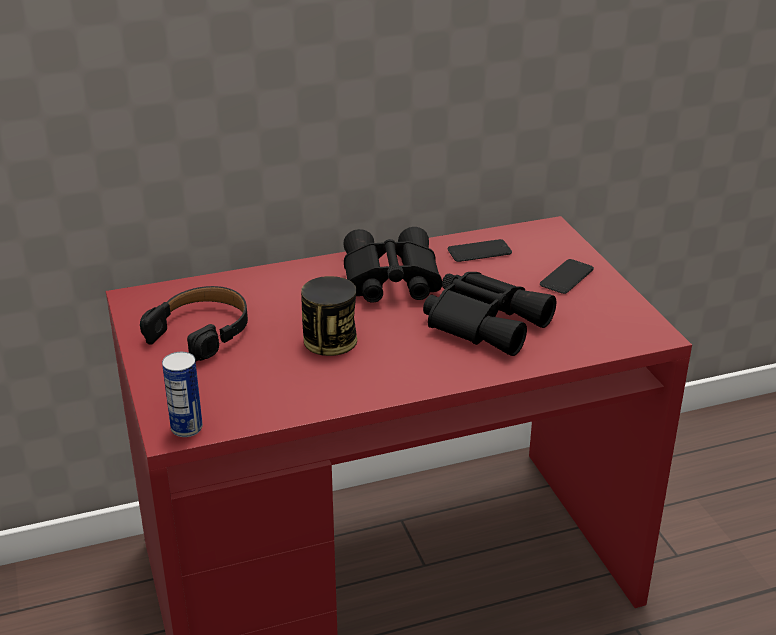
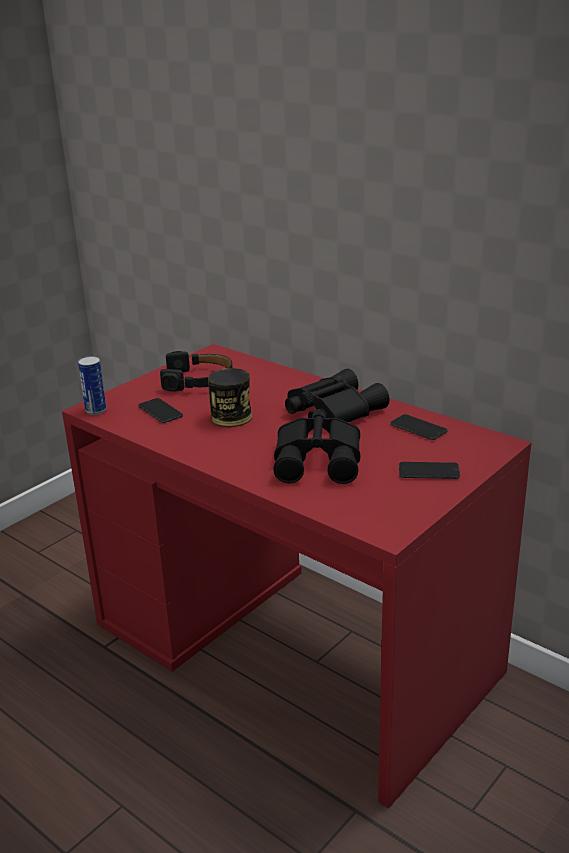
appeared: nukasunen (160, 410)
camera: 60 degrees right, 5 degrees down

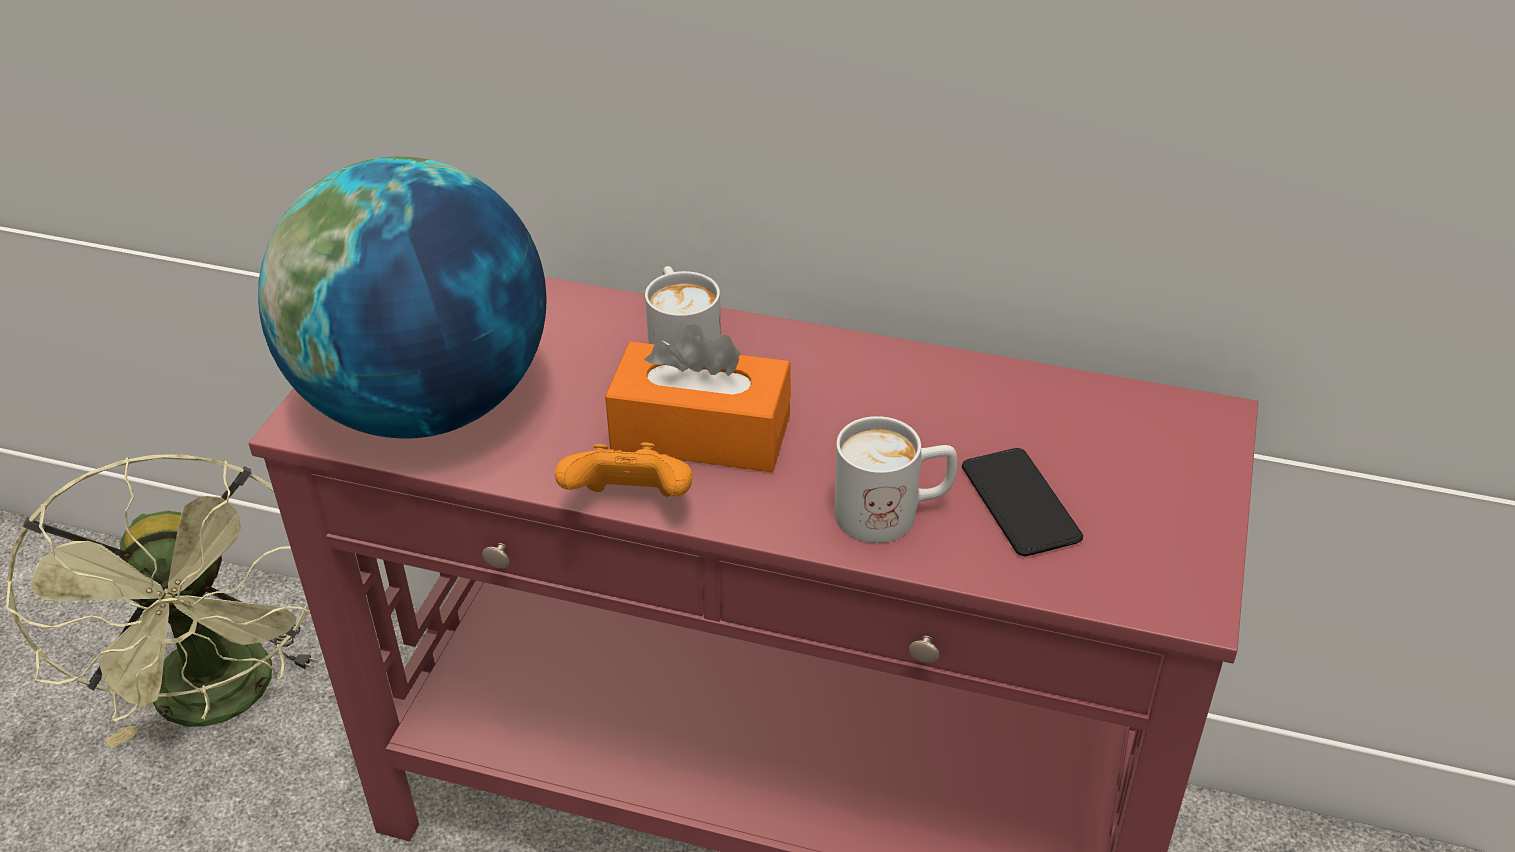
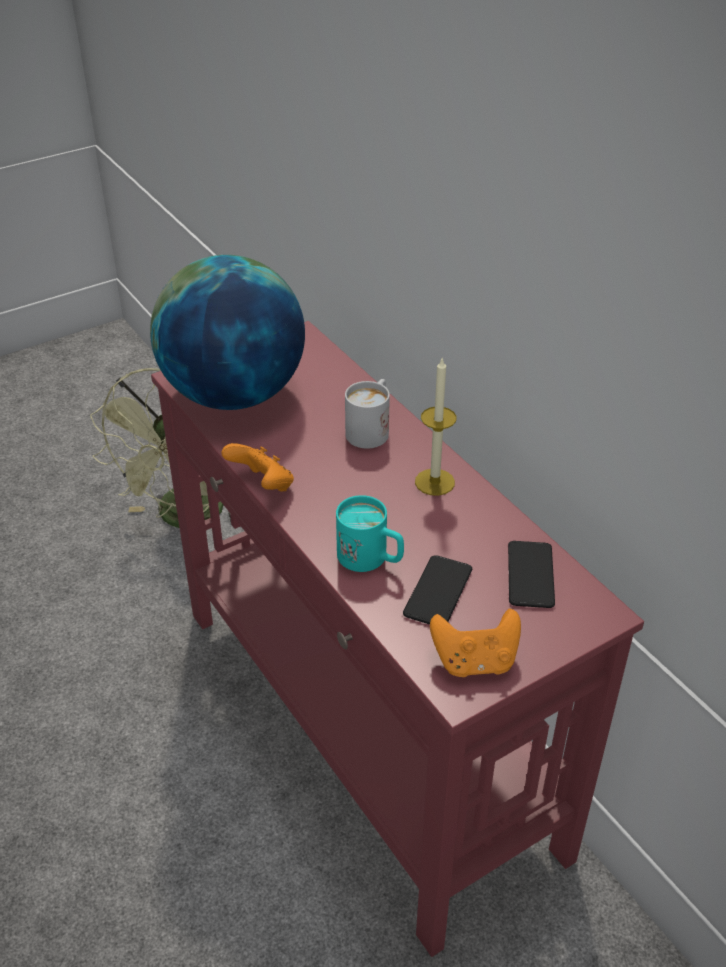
missing: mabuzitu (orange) (698, 398)
appeared: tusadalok (436, 427); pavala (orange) (475, 643); nukasunen (531, 574)
colour: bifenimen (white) (895, 479) to bifenimen (turquoise) (370, 533)
camera: 40 degrees right, 0 degrees up

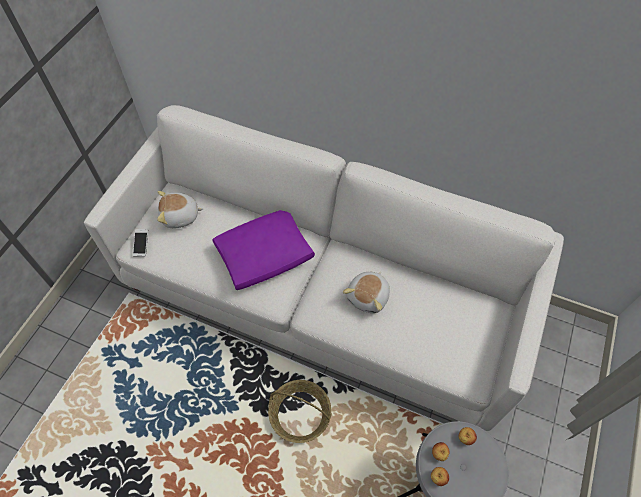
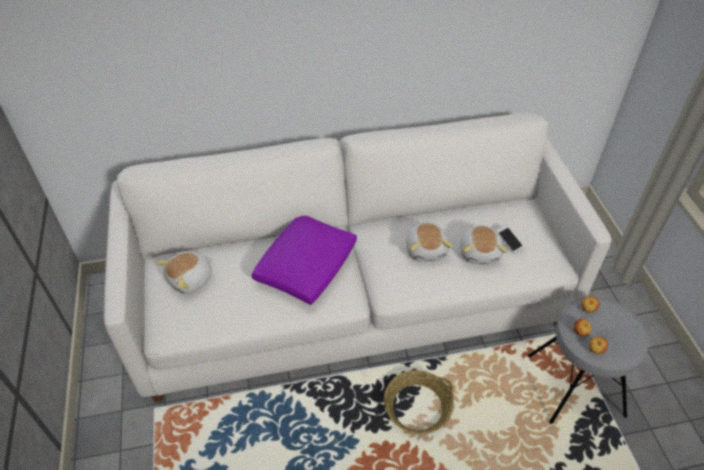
appeared: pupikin (483, 244)
relocated: nukasunen (140, 242) to (510, 239)
camera: 35 degrees left, 10 degrees down

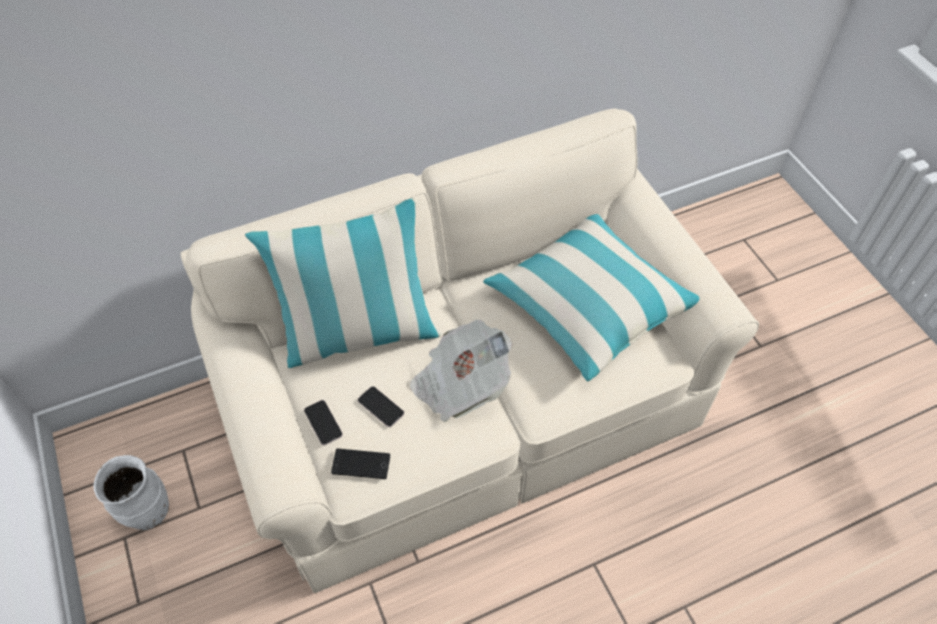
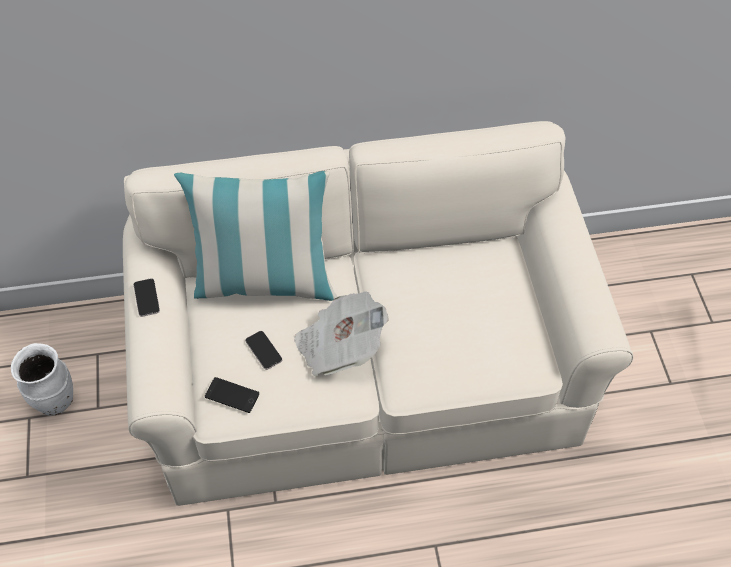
missing: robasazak (591, 298)
relocated: nukasunen (323, 422) to (147, 297)
camera: 15 degrees right, 0 degrees up

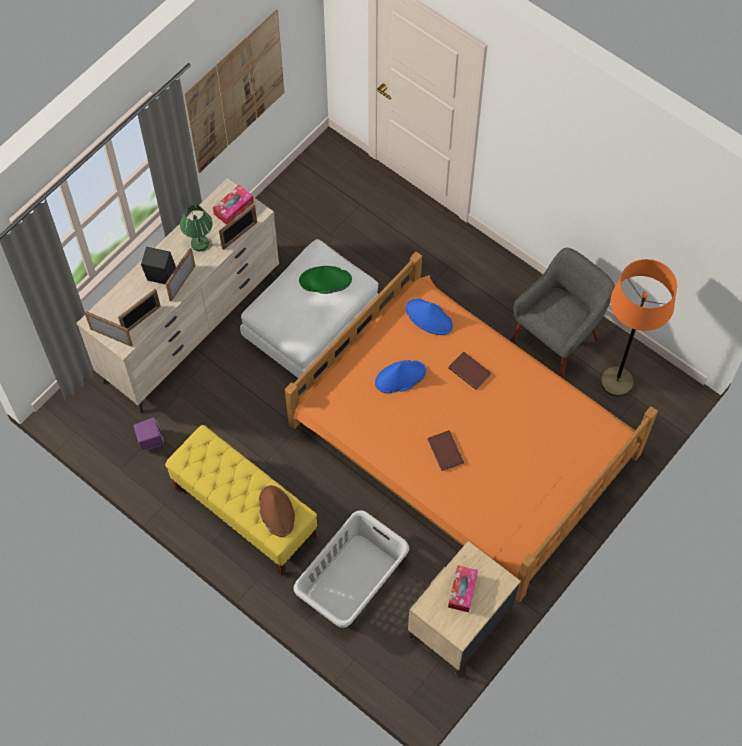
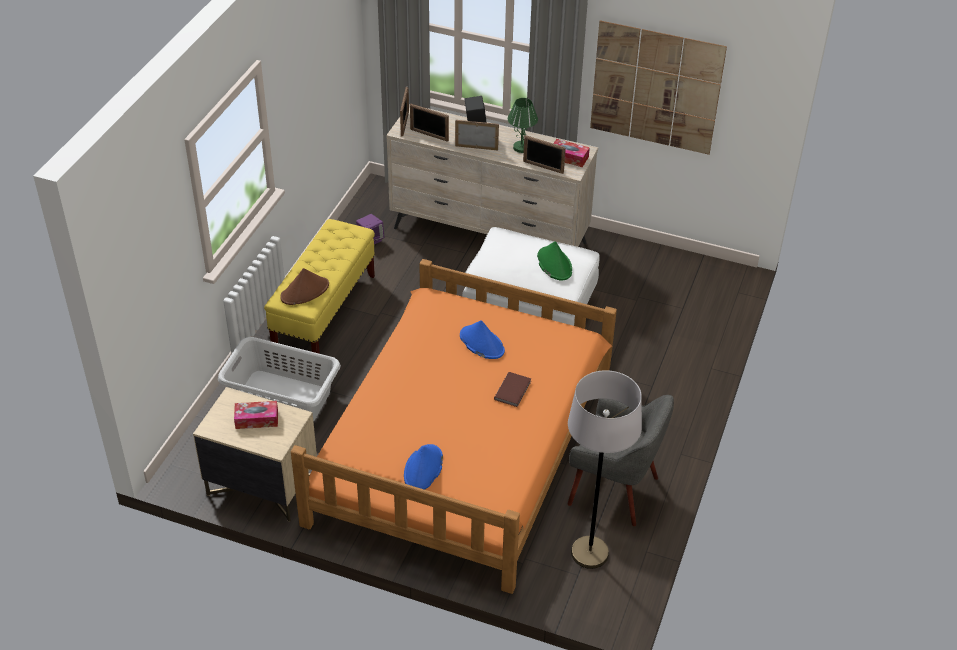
missing: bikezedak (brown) (446, 450)
relocated: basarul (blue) (429, 316) to (423, 467)
colour: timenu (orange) (639, 328) to timenu (grey) (605, 469)
camera: 70 degrees right, 20 degrees down

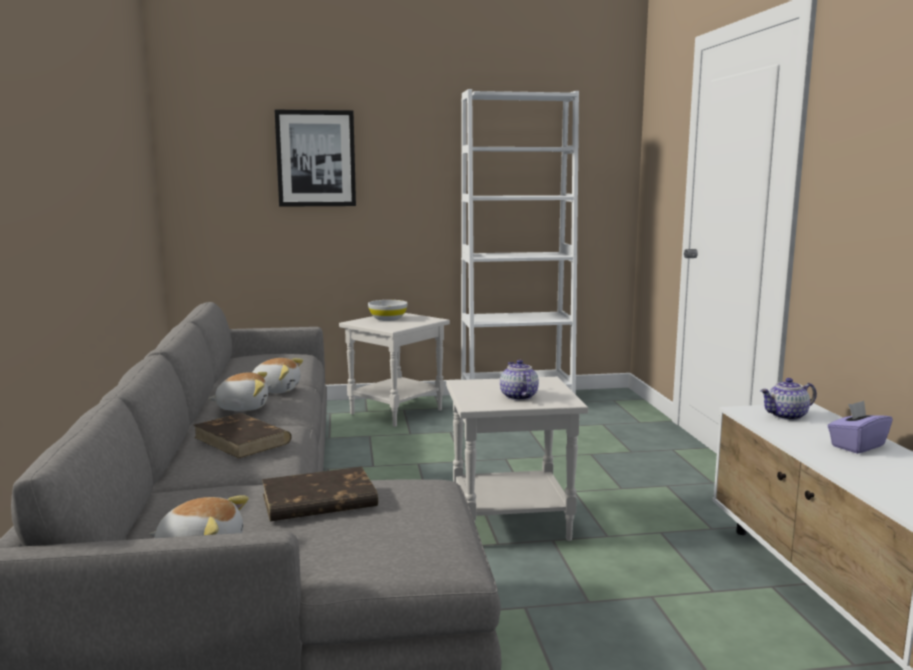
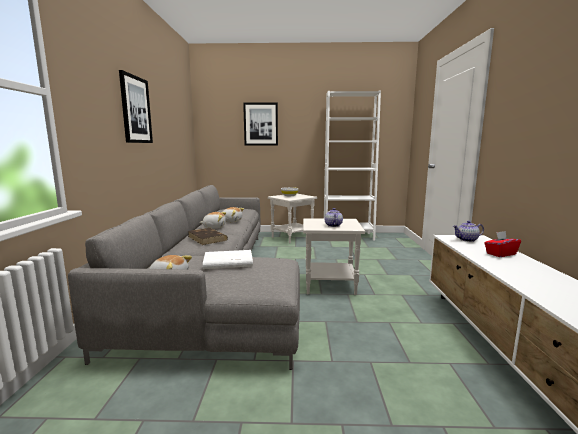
appeared: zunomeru (136, 106)
colour: bikezedak (brown) (320, 494) to bikezedak (white) (228, 259); mabuzitu (purple) (860, 427) to mabuzitu (red) (502, 244)
camera: 10 degrees right, 0 degrees up

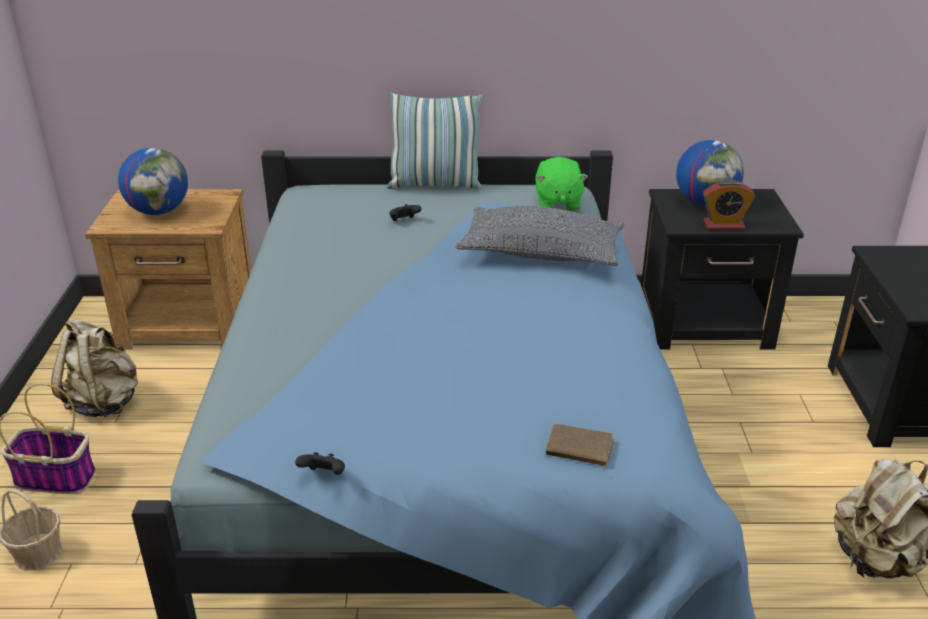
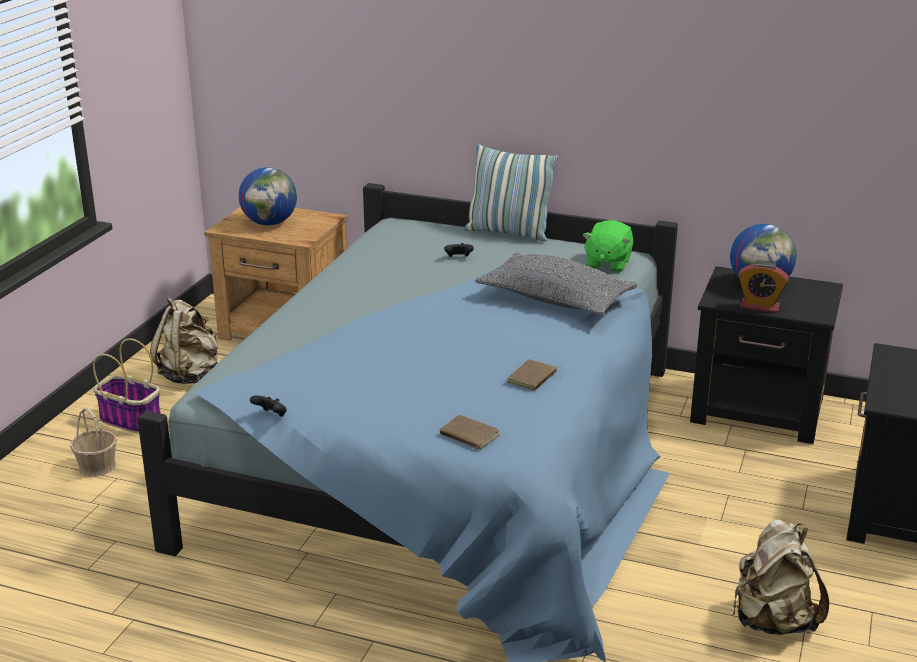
appeared: bikezedak (brown) (536, 375)
camera: 20 degrees right, 5 degrees down

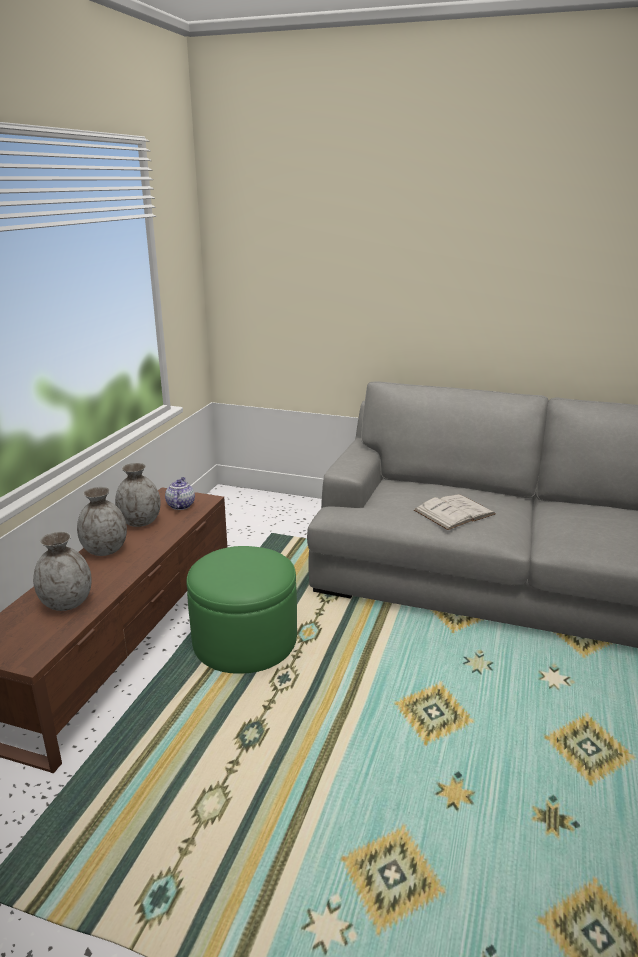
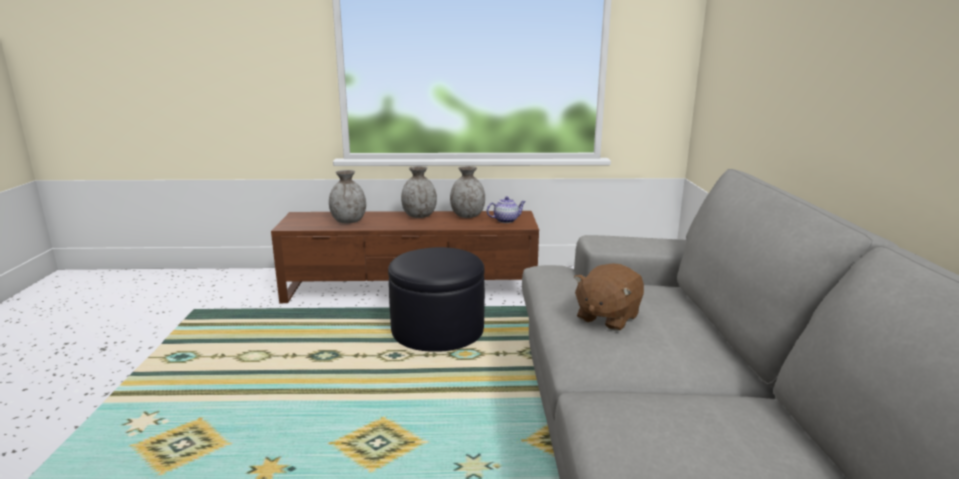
exchanged: bikezedak (white) (455, 512) to pupikin (brown) (609, 297)
colour: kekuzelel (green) (241, 610) to kekuzelel (black) (436, 299)
camera: 70 degrees right, 5 degrees down

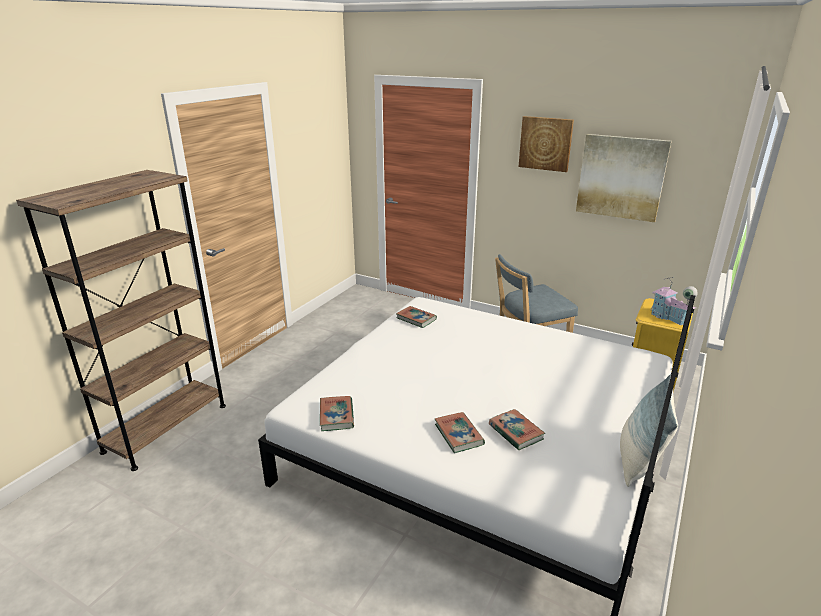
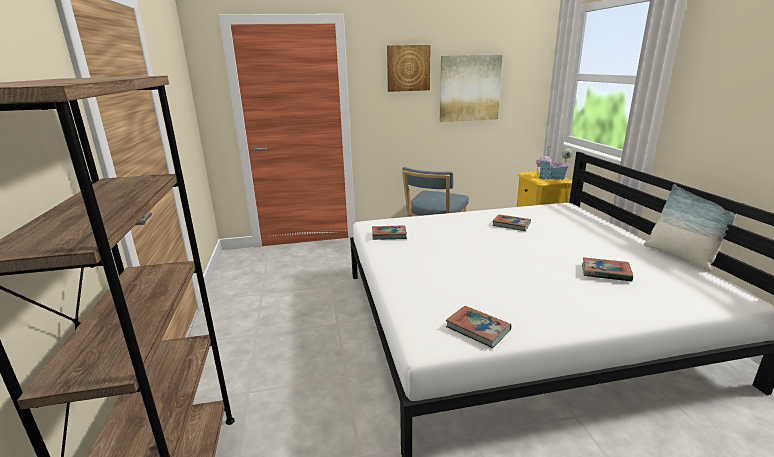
relocated: bikezedak (460, 432) to (512, 222)
camera: 40 degrees left, 5 degrees down

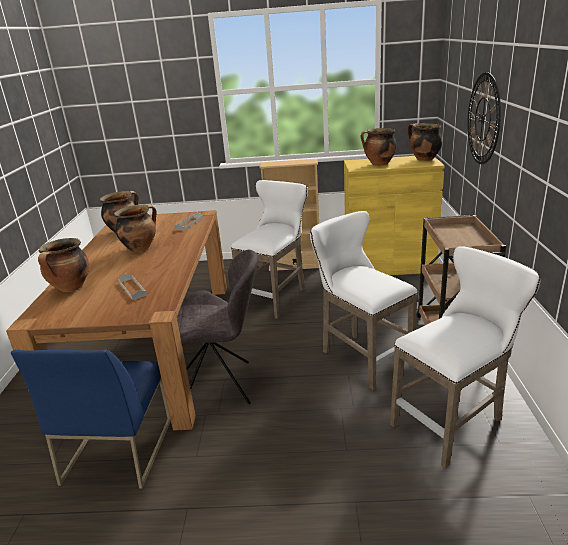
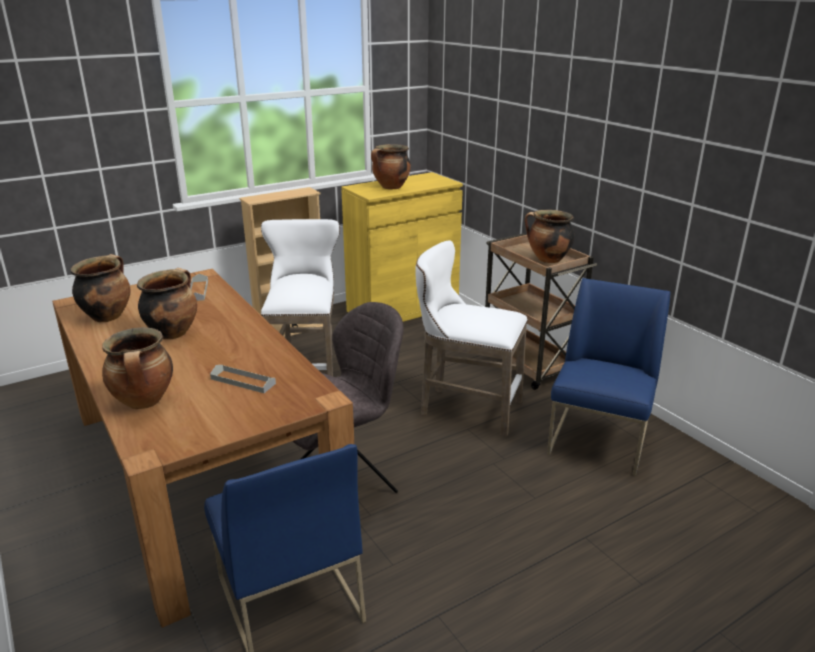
missing: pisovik (484, 118)
relocated: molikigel (425, 142) to (549, 236)
exchanged: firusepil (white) (465, 357) to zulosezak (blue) (608, 377)
camera: 35 degrees left, 0 degrees up

